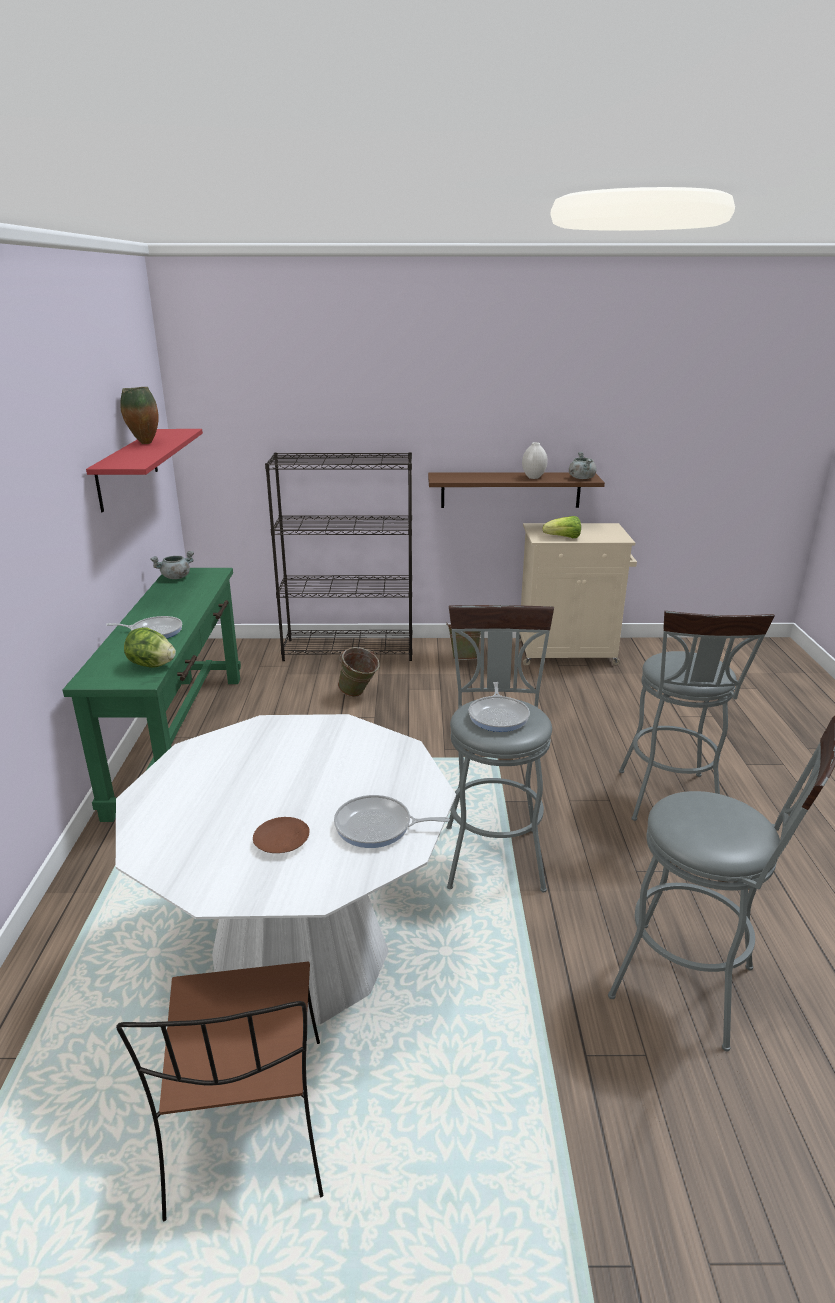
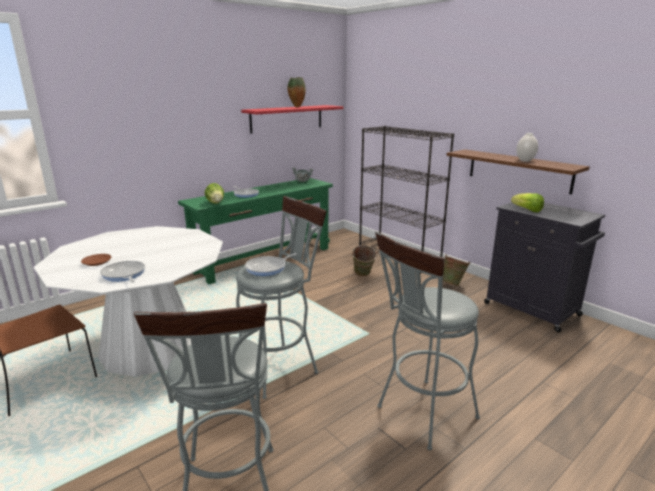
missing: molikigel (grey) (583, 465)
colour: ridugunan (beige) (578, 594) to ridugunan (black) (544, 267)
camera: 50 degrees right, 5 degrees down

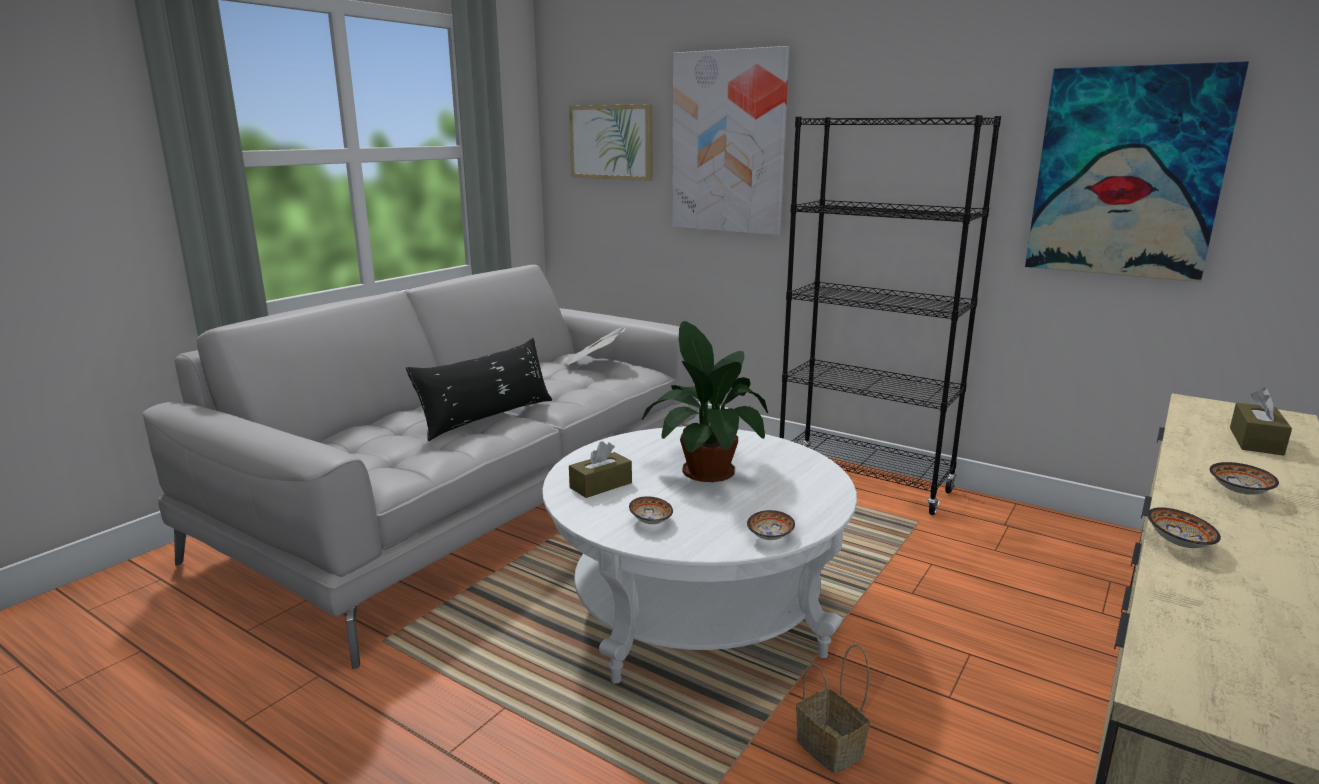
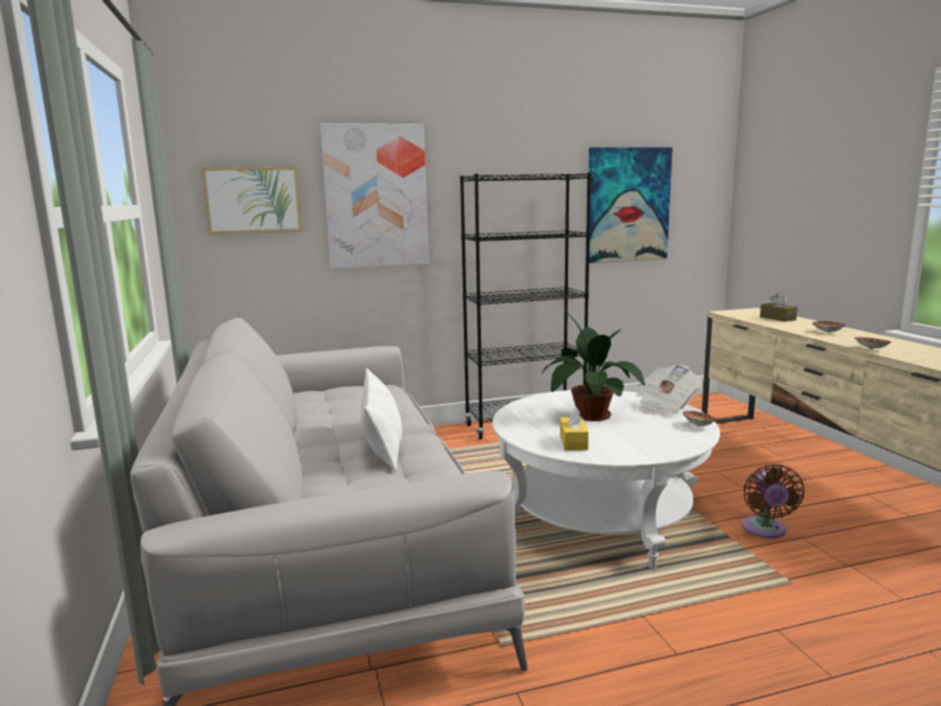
missing: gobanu (651, 510)
relocated: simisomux (594, 347) to (669, 390)
exchanged: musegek (833, 709) to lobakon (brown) (773, 501)
colour: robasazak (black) (479, 389) to robasazak (white) (381, 420); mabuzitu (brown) (600, 469) to mabuzitu (yellow) (574, 428)
camera: 50 degrees left, 5 degrees down

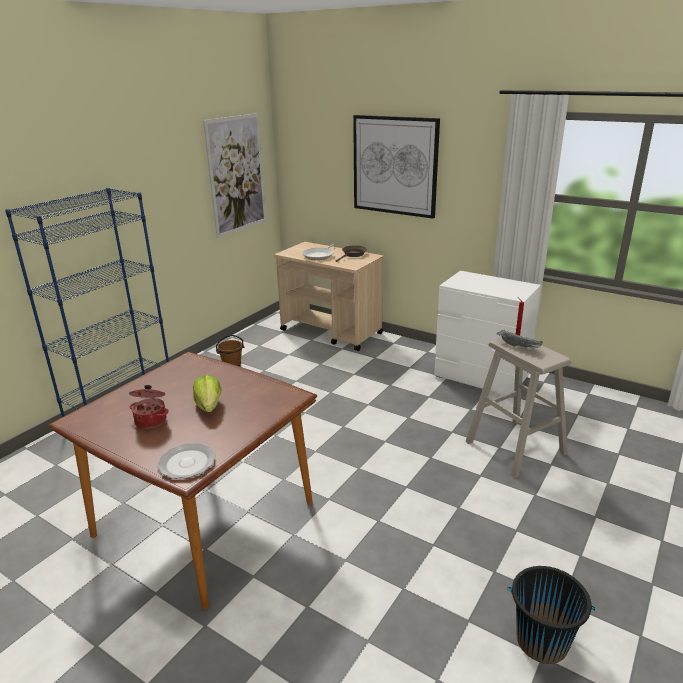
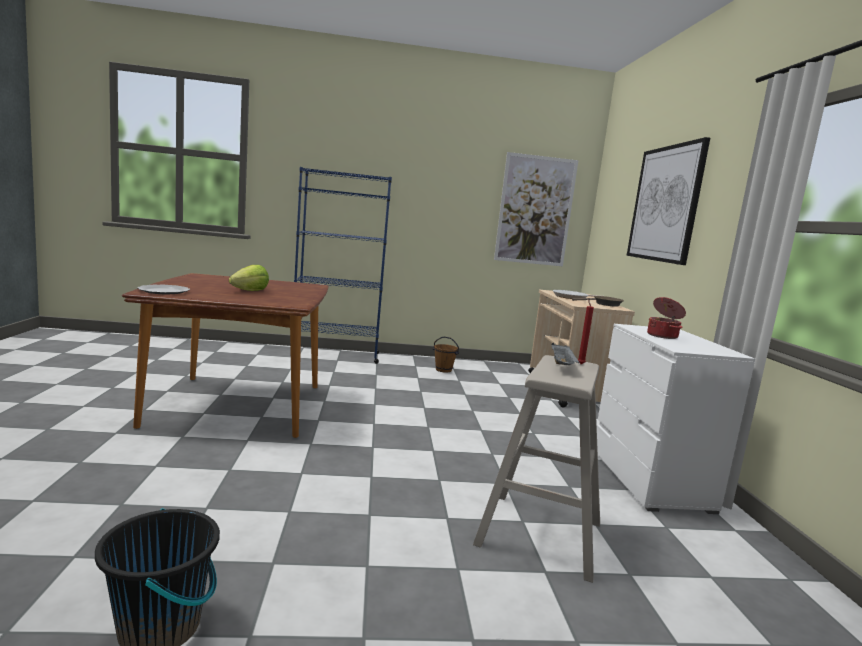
relocated: molikigel (149, 407) to (666, 318)
camera: 50 degrees right, 15 degrees down

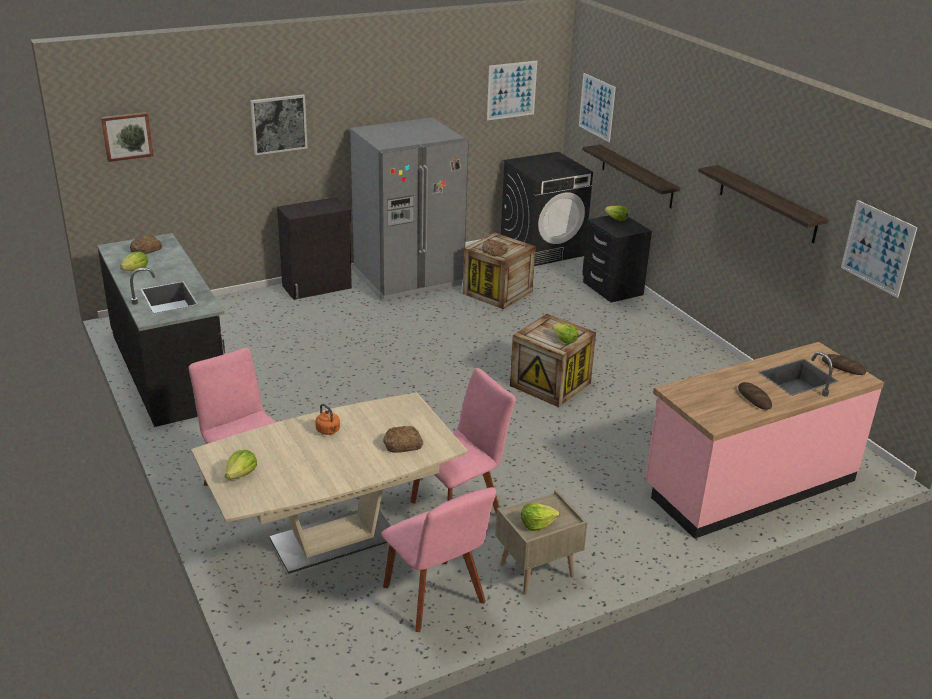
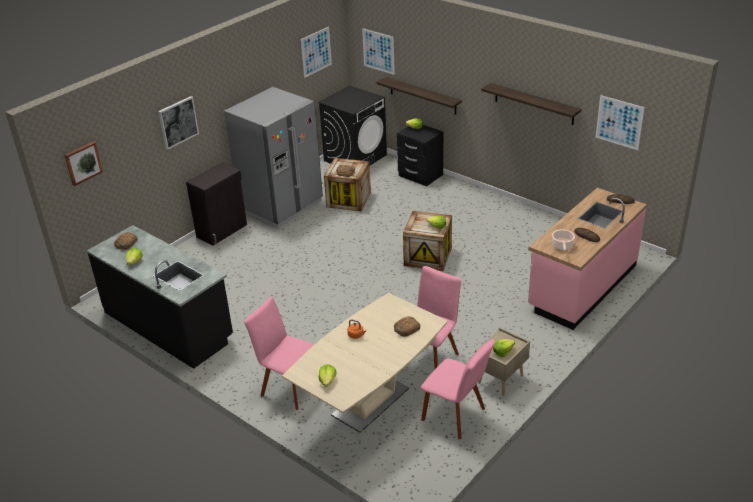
appeared: molikigel (563, 240)
camera: 20 degrees left, 5 degrees up

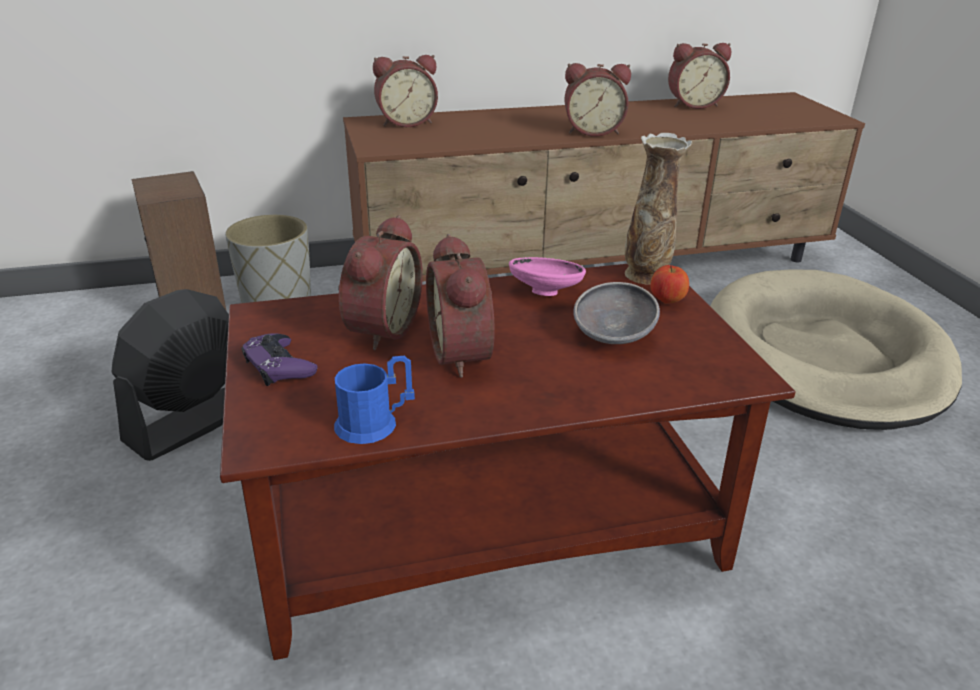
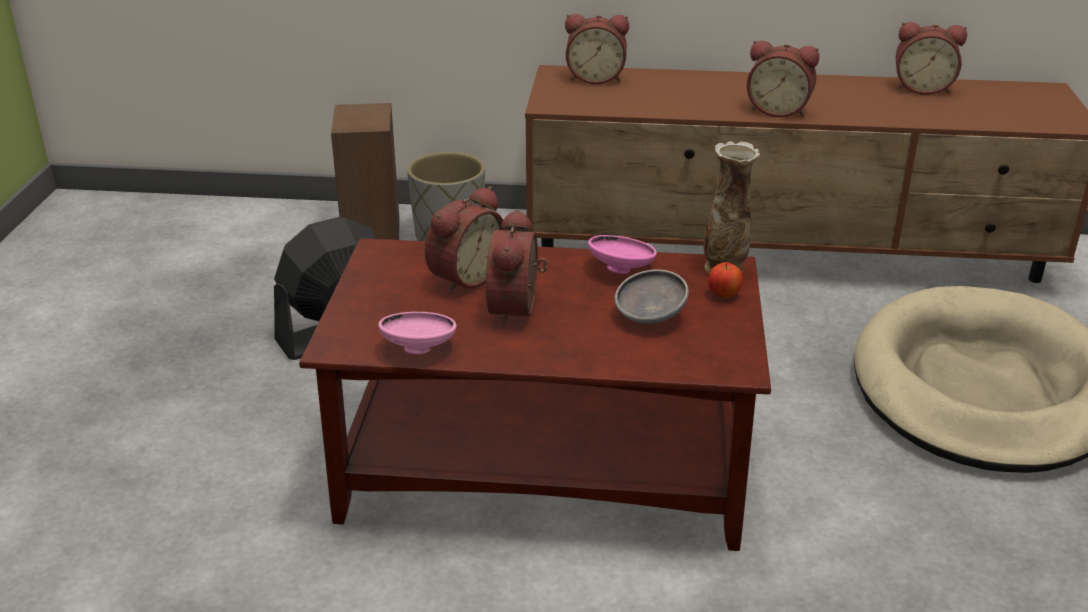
missing: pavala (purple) (279, 359)
exchanged: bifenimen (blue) (374, 400) to gobanu (pink) (417, 333)
camera: 20 degrees right, 0 degrees up

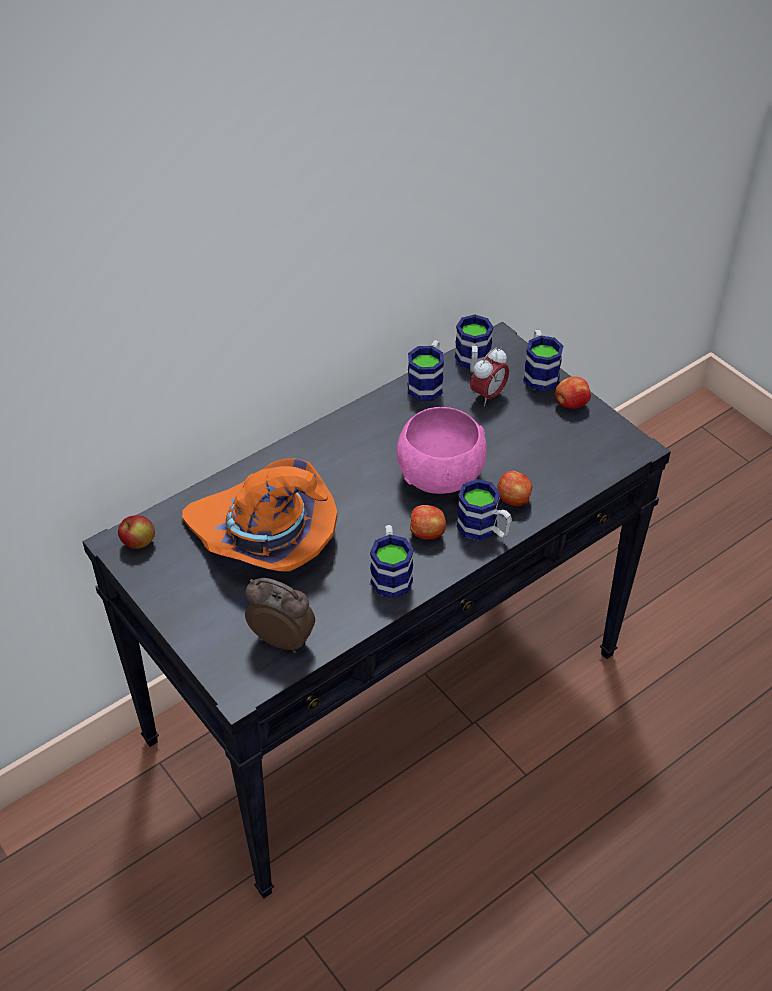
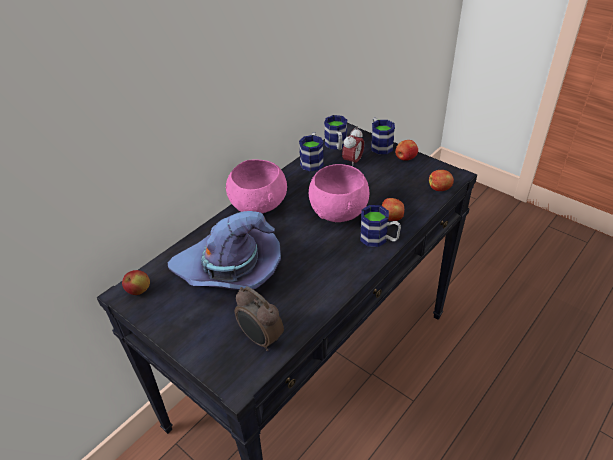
missing: bifenimen (392, 562)
appeared: gobanu (pink) (256, 186)
relocated: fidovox (428, 522) to (441, 180)
colour: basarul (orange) (260, 514) to basarul (purple) (224, 250)
spun: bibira (280, 615) = (259, 319) 150 degrees counterclockwise
camera: 10 degrees left, 5 degrees down

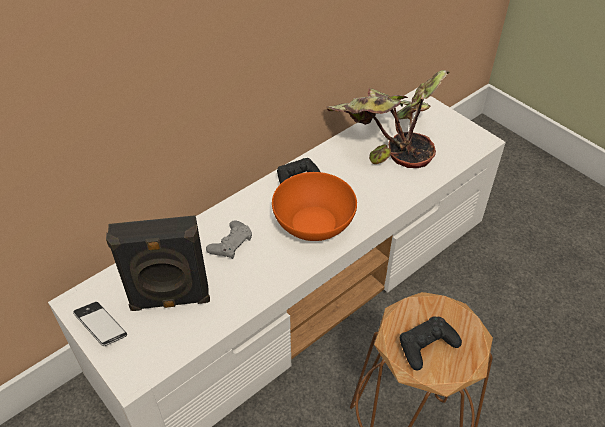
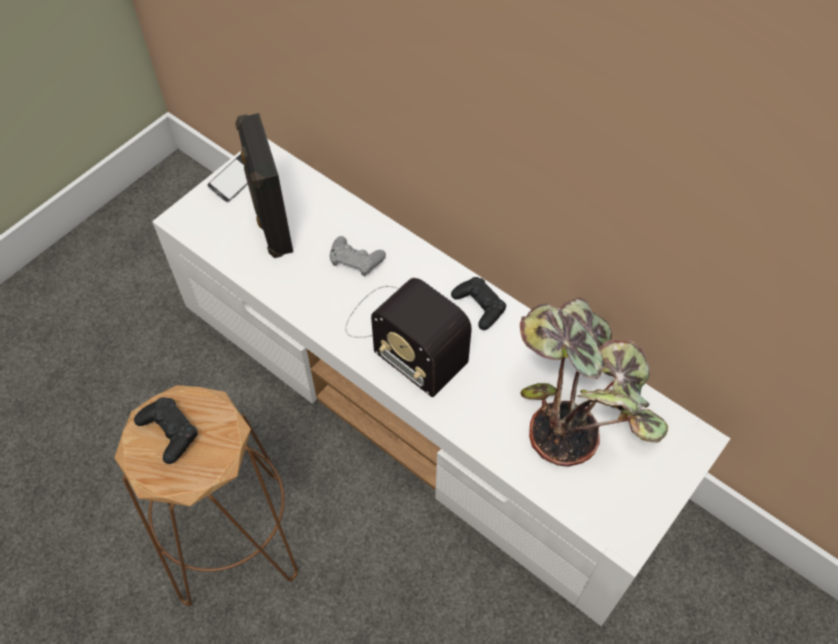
exchanged: gobanu (orange) (314, 206) to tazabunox (408, 337)
camera: 80 degrees right, 10 degrees up

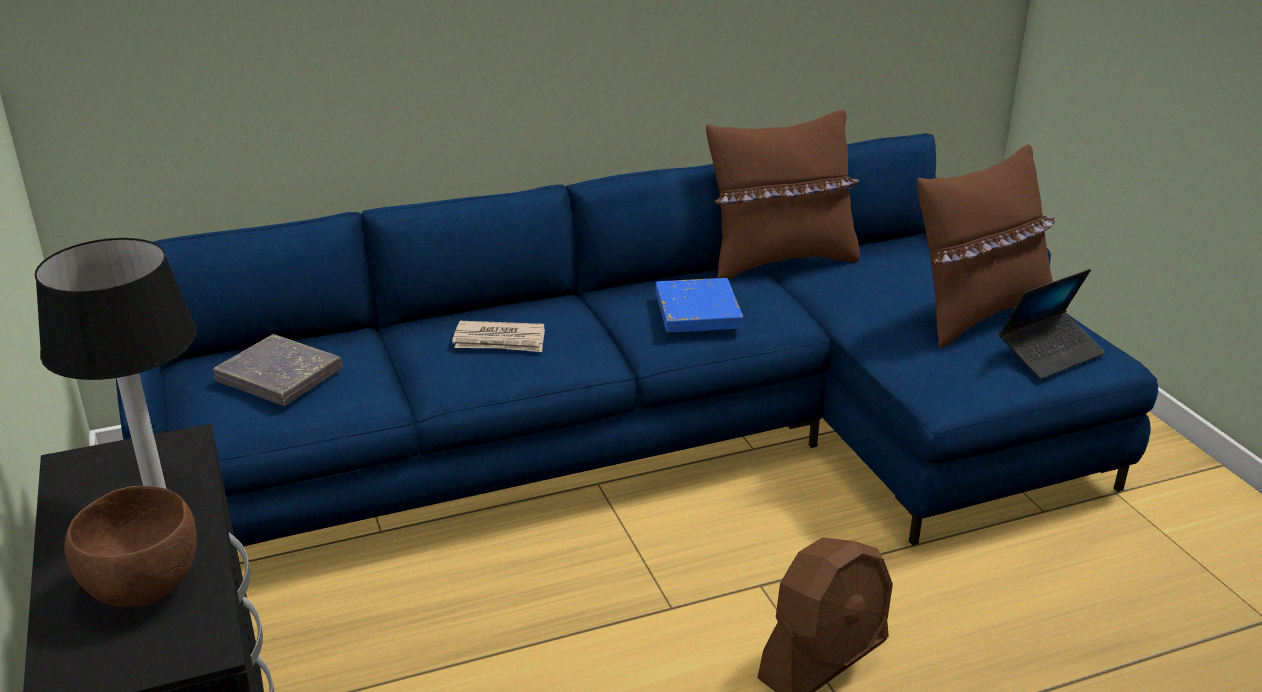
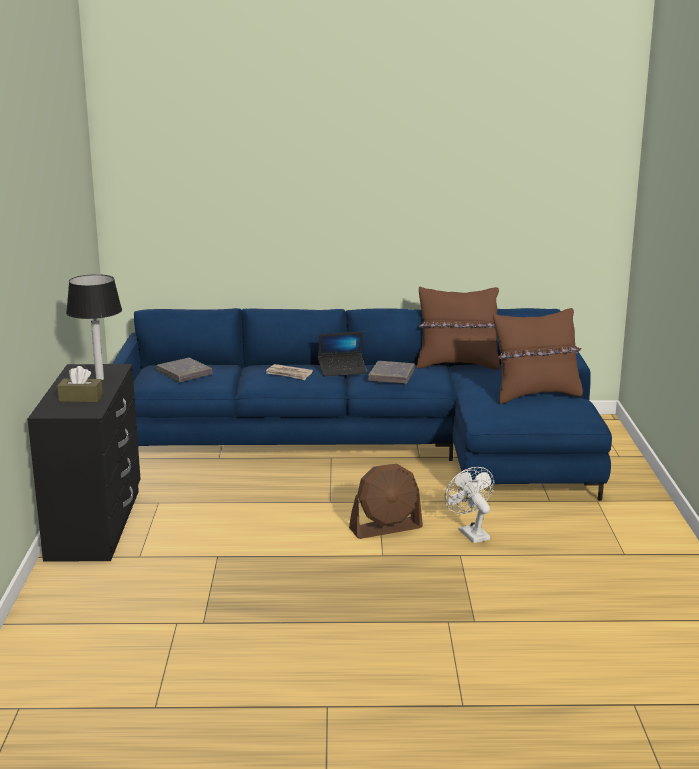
appeared: lobakon (white) (469, 505)
relocated: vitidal (1052, 324) to (342, 353)
exchanged: gobanu (brown) (130, 546) to mabuzitu (brown) (80, 384)
colour: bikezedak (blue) (699, 305) to bikezedak (grey) (391, 372)
camera: 20 degrees right, 10 degrees down

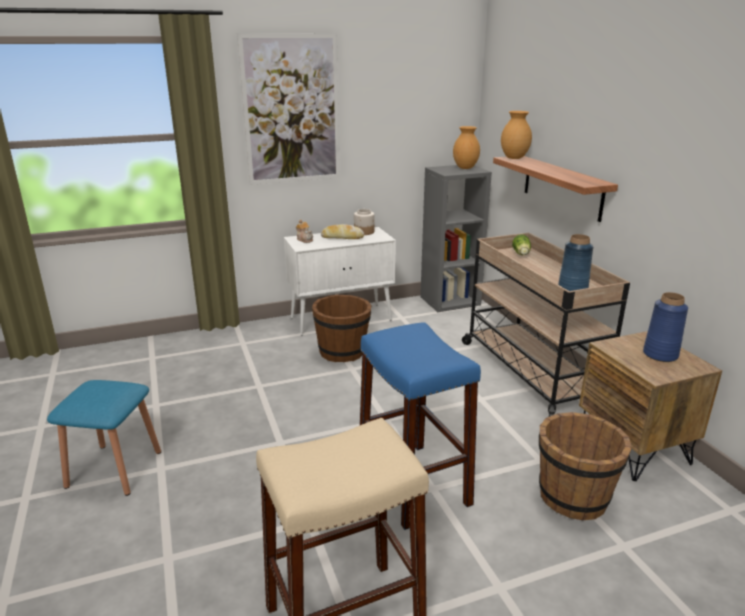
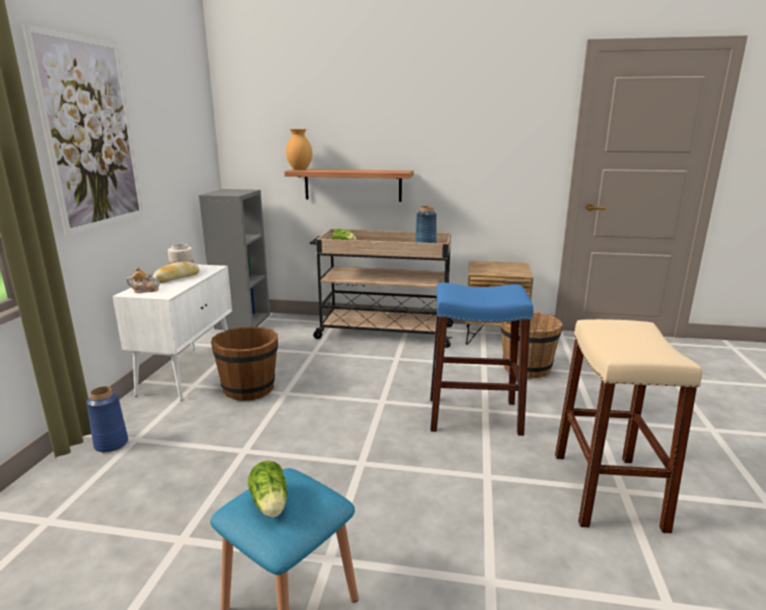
missing: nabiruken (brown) (466, 147)
appeared: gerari (267, 489)
relocated: nabiruken (blue) (665, 327) to (107, 419)
camera: 60 degrees left, 5 degrees down

